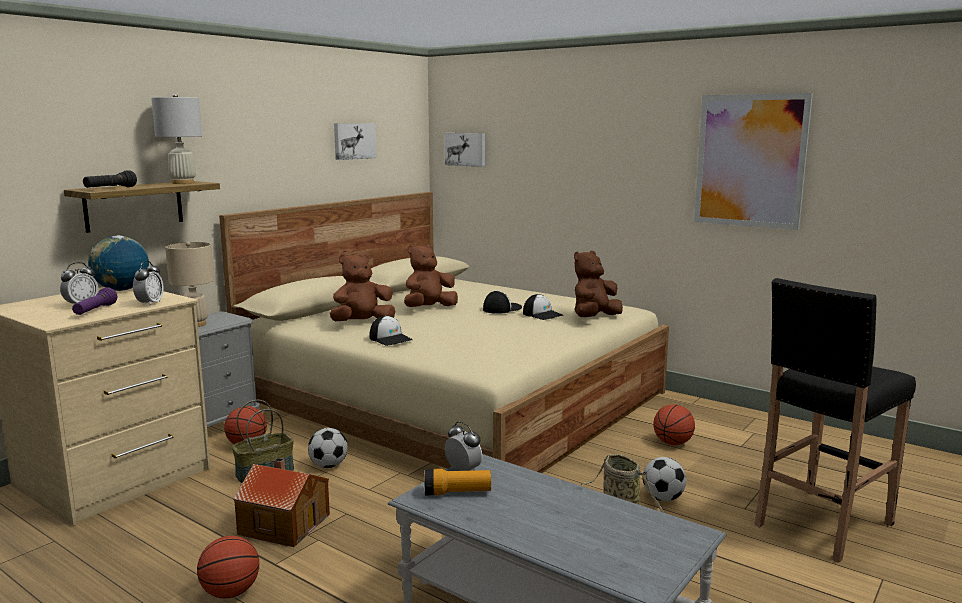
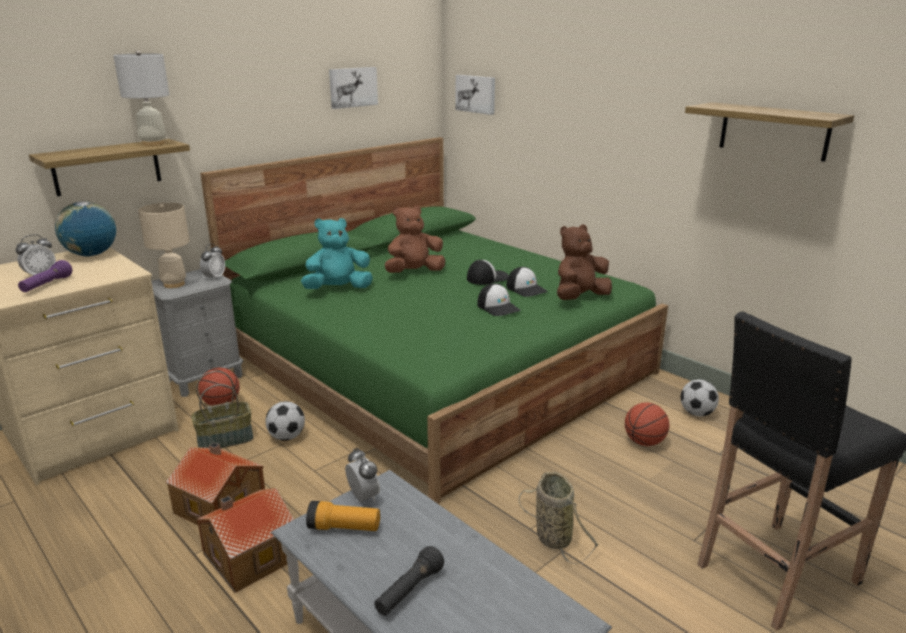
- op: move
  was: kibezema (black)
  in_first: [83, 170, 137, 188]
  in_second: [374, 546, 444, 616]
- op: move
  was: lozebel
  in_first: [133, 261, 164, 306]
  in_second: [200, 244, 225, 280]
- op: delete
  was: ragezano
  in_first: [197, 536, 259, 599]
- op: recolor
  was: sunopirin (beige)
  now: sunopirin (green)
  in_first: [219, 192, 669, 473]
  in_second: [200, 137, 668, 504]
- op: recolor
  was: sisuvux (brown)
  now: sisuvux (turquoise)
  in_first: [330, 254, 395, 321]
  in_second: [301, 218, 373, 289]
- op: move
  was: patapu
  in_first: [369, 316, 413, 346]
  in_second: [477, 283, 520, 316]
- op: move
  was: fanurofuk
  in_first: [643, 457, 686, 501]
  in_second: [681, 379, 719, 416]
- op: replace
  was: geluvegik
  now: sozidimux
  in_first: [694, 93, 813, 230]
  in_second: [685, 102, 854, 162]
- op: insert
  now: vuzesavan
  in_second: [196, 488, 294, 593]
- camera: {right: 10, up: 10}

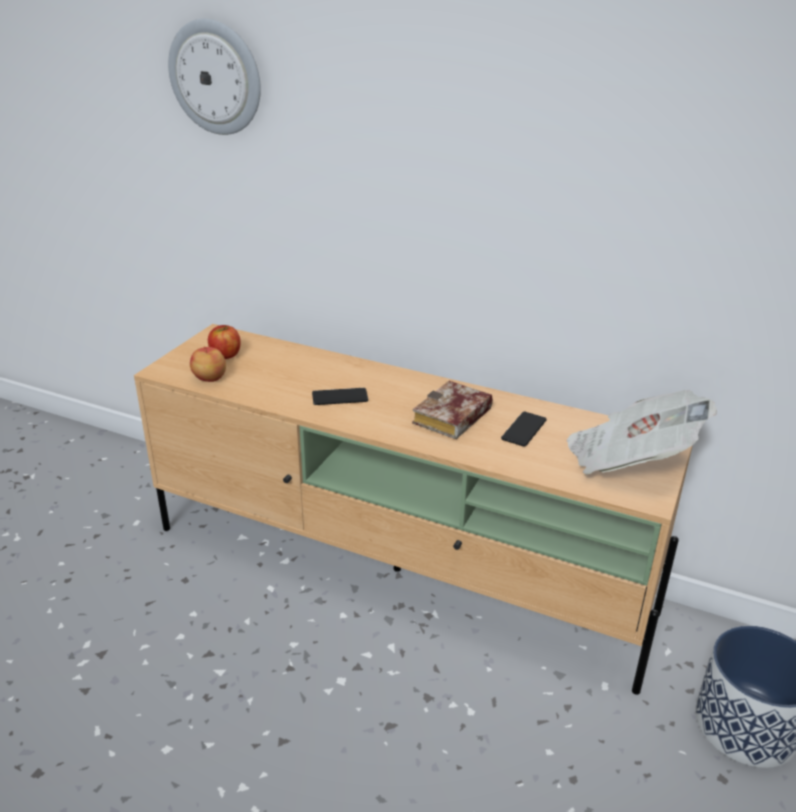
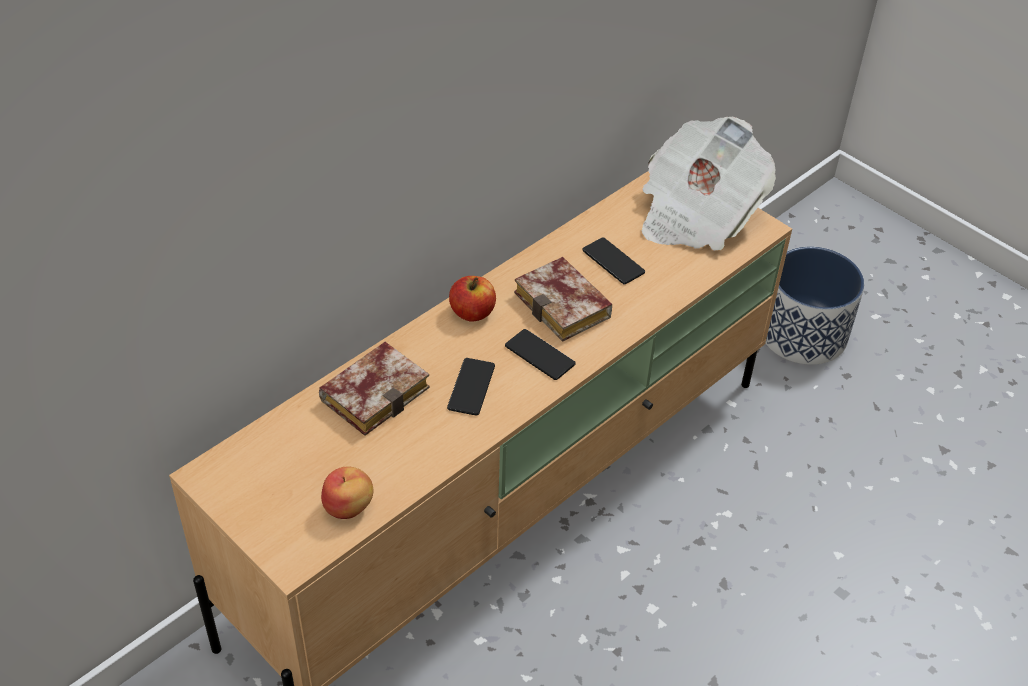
- op: delete
  was: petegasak
  in_first: [168, 18, 261, 135]
- op: move
  was: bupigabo
  in_first: [208, 325, 241, 359]
  in_second: [449, 276, 496, 322]
- op: insert
  now: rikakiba
  in_second: [319, 342, 430, 436]
- op: insert
  now: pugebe
  in_second: [505, 329, 576, 380]
- camera: {right: -70, up: 15}

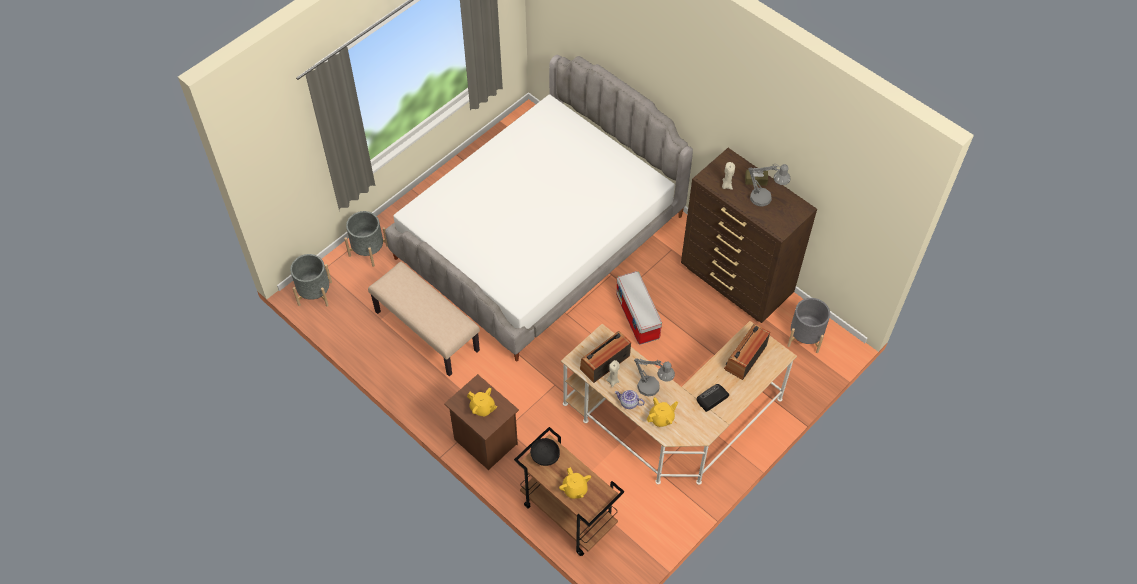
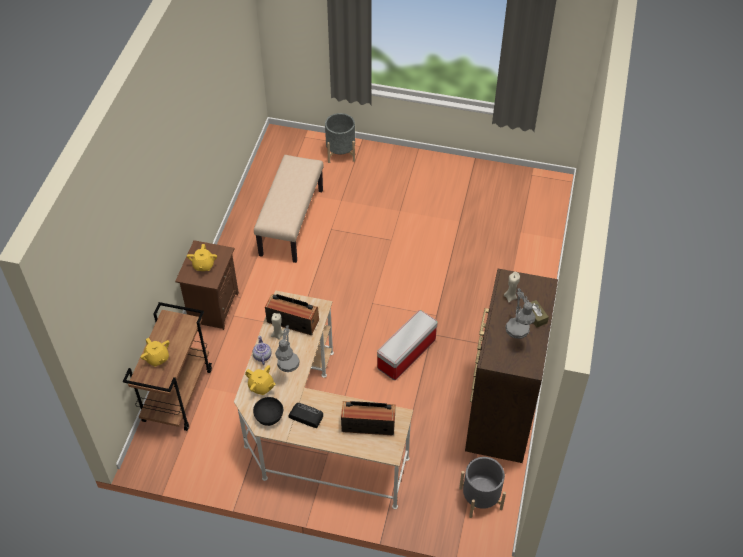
- op: delete
  was: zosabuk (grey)
  in_first: [290, 254, 332, 307]
- op: delete
  was: sunopirin
  in_first: [385, 55, 693, 361]
- op: move
  was: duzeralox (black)
  in_first: [530, 438, 560, 466]
  in_second: [253, 397, 283, 426]
- op: rotate
  was: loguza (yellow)
  in_first: [559, 467, 591, 499]
  in_second: [140, 338, 170, 367]
  clockwise: -75
- camera: {right: 60, up: -5}

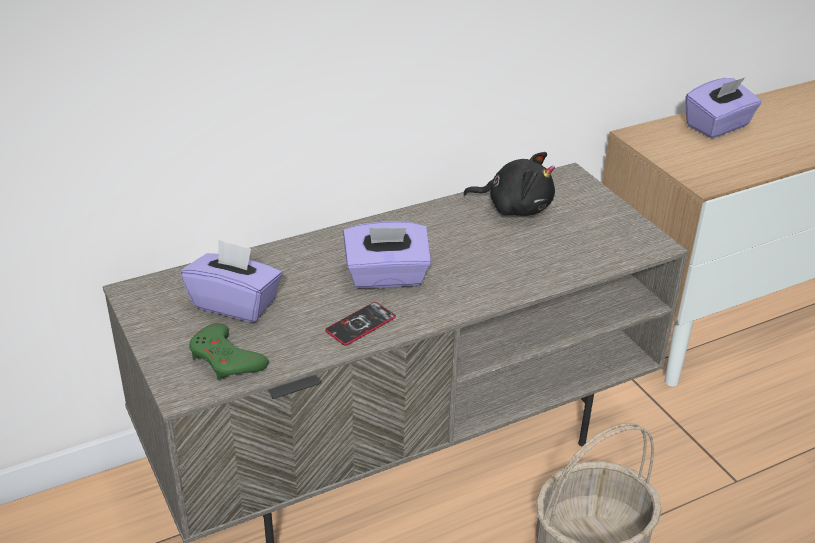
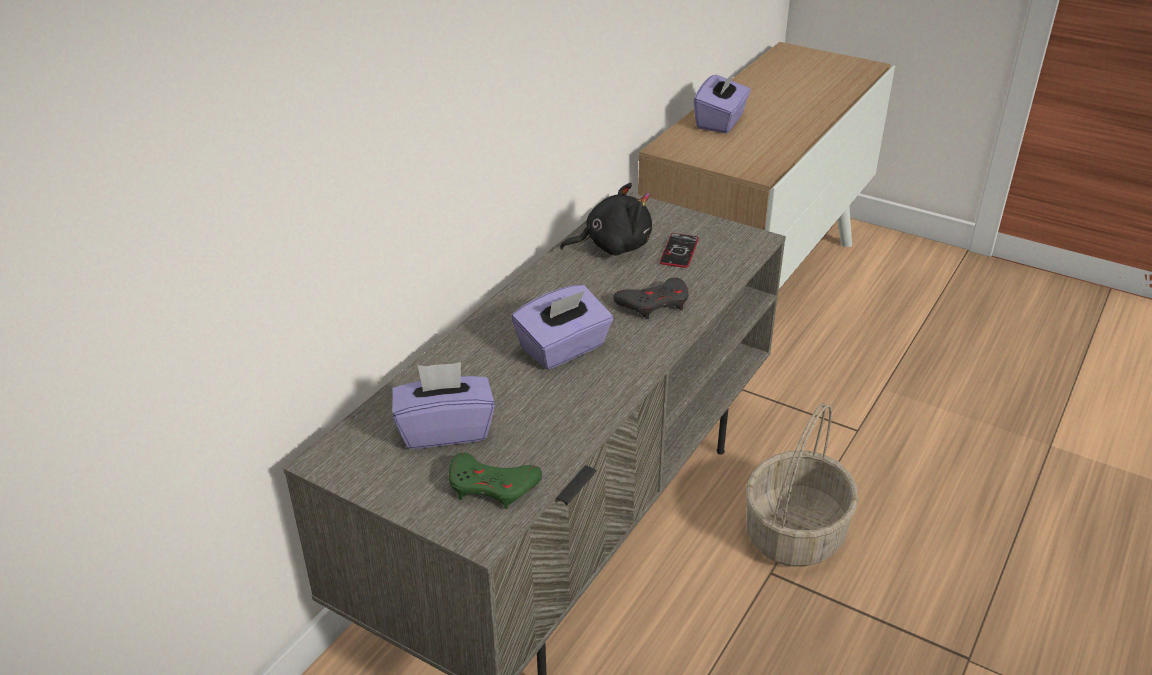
- op: move
  was: pugebe
  in_first: [325, 302, 396, 345]
  in_second: [660, 233, 699, 268]
- op: insert
  now: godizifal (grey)
  in_second: [614, 277, 689, 319]
- camera: {right: -30, up: 0}

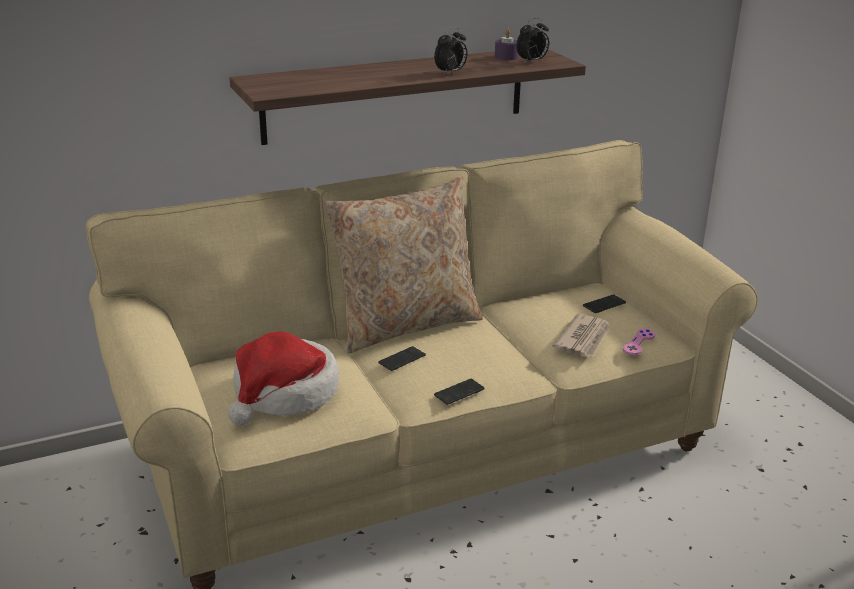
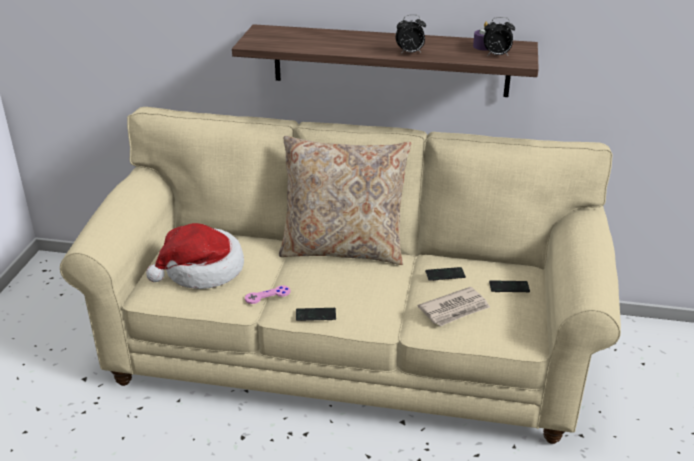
- op: move
  was: pugebe
  in_first: [378, 346, 426, 371]
  in_second: [425, 267, 466, 281]
- op: move
  was: godizifal (pink)
  in_first: [623, 329, 655, 355]
  in_second: [245, 285, 290, 304]
- camera: {right: 35, up: 5}

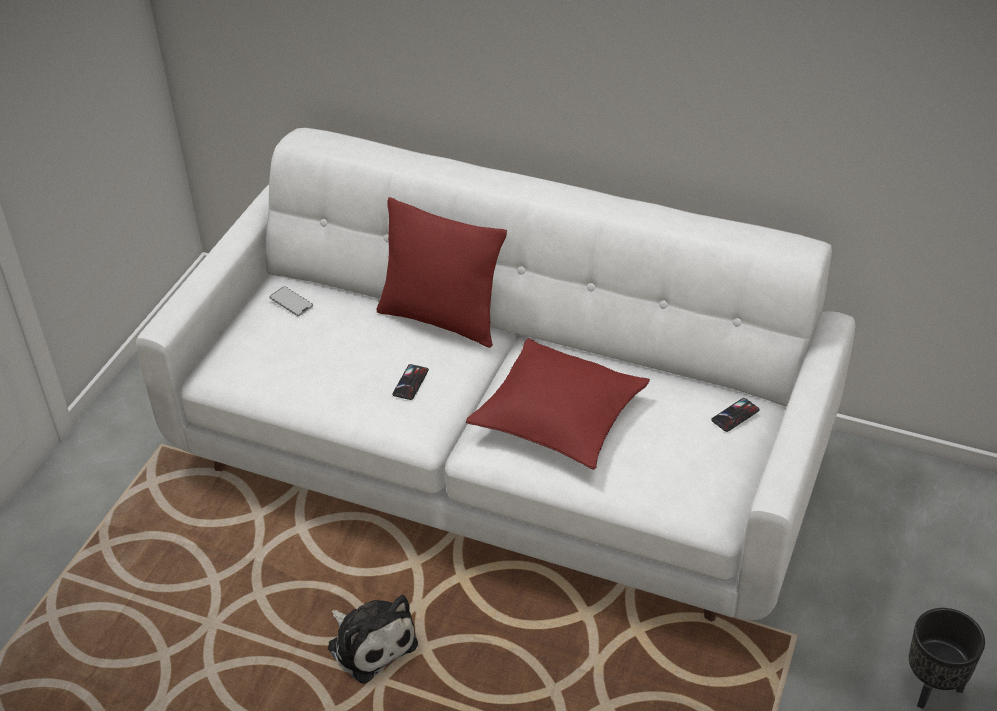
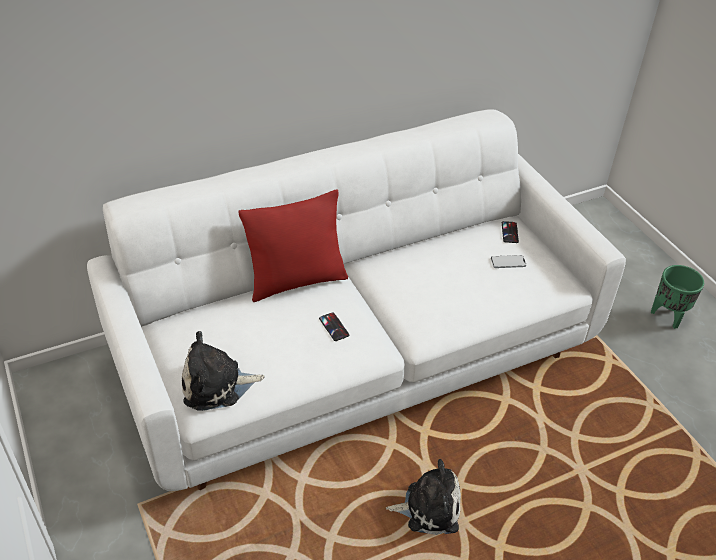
- op: move
  was: pugebe
  in_first: [269, 286, 313, 316]
  in_second: [491, 255, 526, 268]
- op: delete
  was: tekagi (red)
  in_first: [466, 338, 650, 470]
- op: recolor
  was: zosabuk (black)
  now: zosabuk (green)
  in_first: [909, 608, 985, 709]
  in_second: [651, 265, 704, 329]
- op: insert
  now: sisuvux
  in_second: [182, 331, 265, 411]
- camera: {right: -50, up: 0}

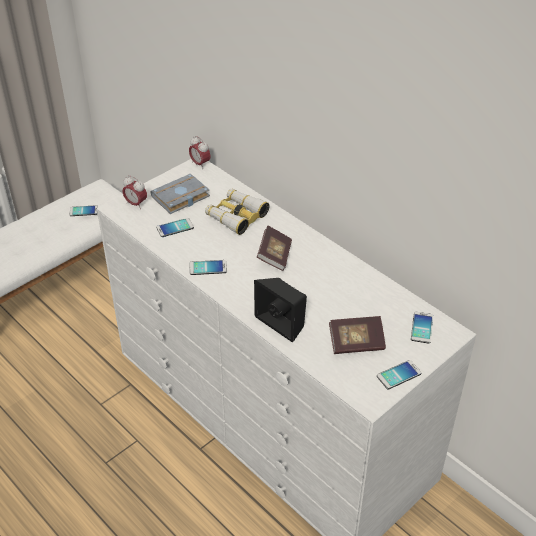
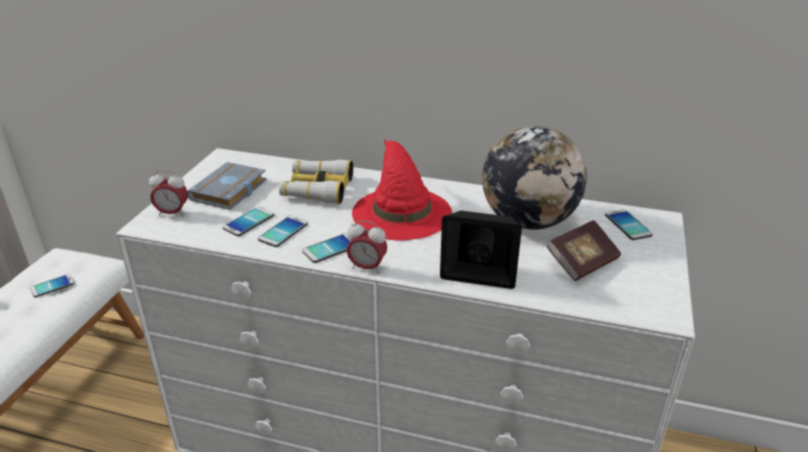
- op: move
  was: lozebel
  in_first: [189, 136, 210, 169]
  in_second: [347, 220, 387, 274]
- op: replace
  was: rikakiba
  now: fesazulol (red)
  in_first: [257, 225, 292, 271]
  in_second: [352, 139, 452, 241]
- op: move
  was: pugebe
  in_first: [377, 360, 421, 389]
  in_second: [258, 215, 308, 247]
- op: insert
  now: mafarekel
  in_second: [482, 126, 587, 230]
- camera: {right: -30, up: -10}

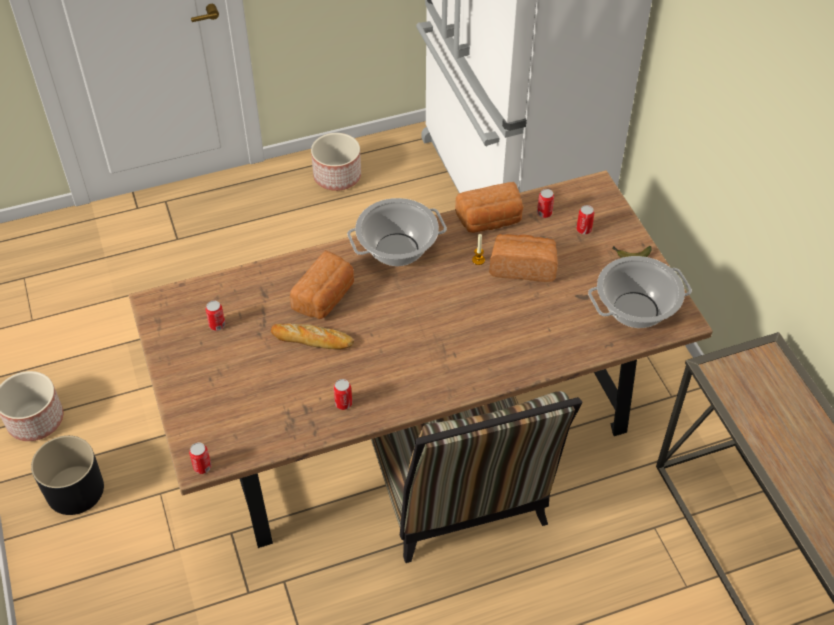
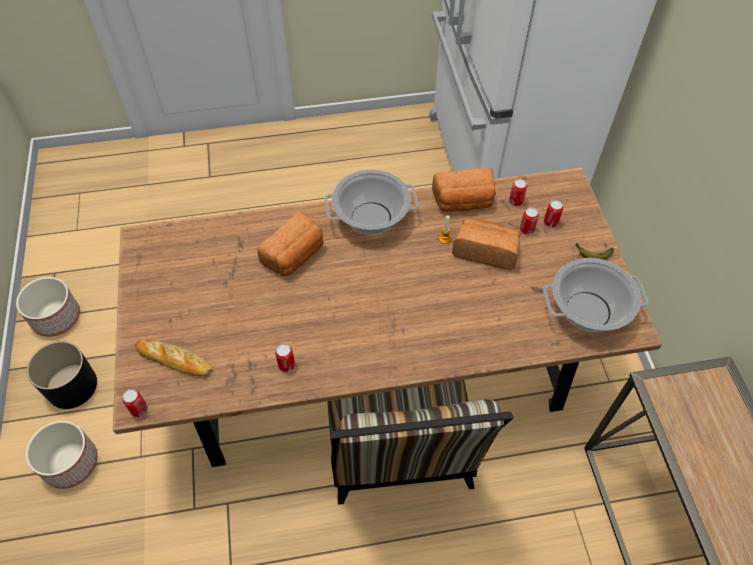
- op: move
  was: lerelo
  in_first: [206, 301, 225, 331]
  in_second: [520, 207, 539, 235]
- op: move
  was: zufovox
  in_first: [271, 323, 354, 349]
  in_second: [135, 339, 212, 376]
- op: move
  was: zosabuk
  in_first: [311, 133, 361, 191]
  in_second: [26, 421, 98, 489]
- camera: {right: 10, up: 5}

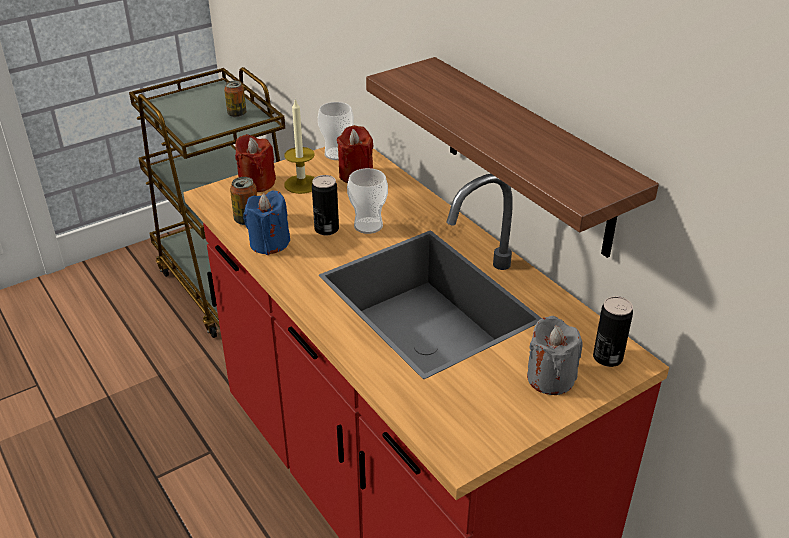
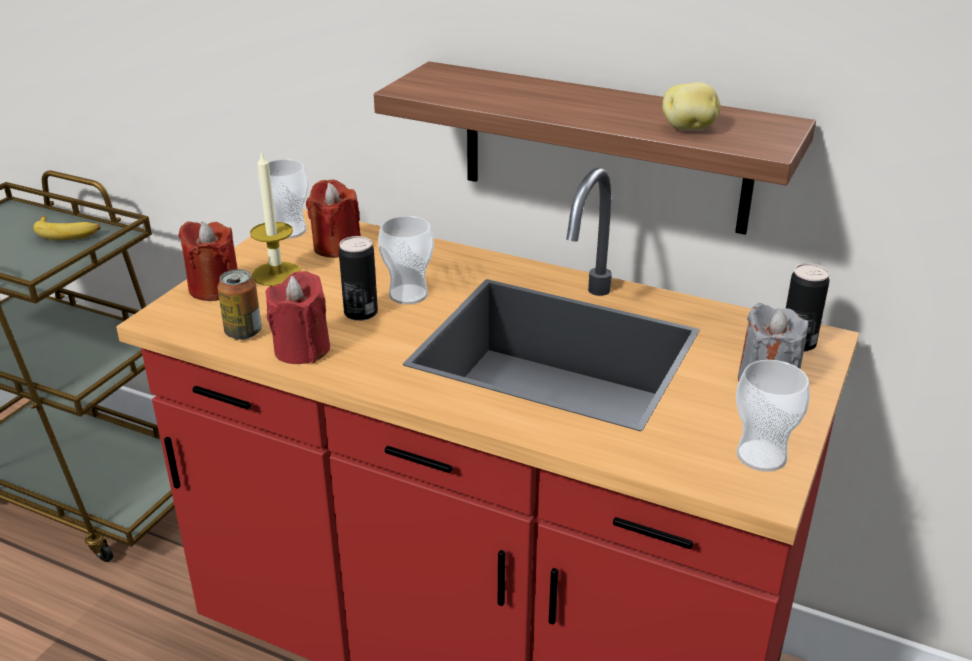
- op: replace
  was: lerelo
  now: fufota
  in_first: [224, 81, 246, 118]
  in_second: [33, 216, 101, 240]
- op: recolor
  was: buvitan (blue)
  now: buvitan (red)
  in_first: [243, 190, 290, 255]
  in_second: [265, 271, 330, 364]
- op: insert
  now: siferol
  in_second: [662, 82, 721, 130]
- op: insert
  now: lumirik
  in_second: [736, 360, 810, 472]
- camera: {right: -30, up: -5}

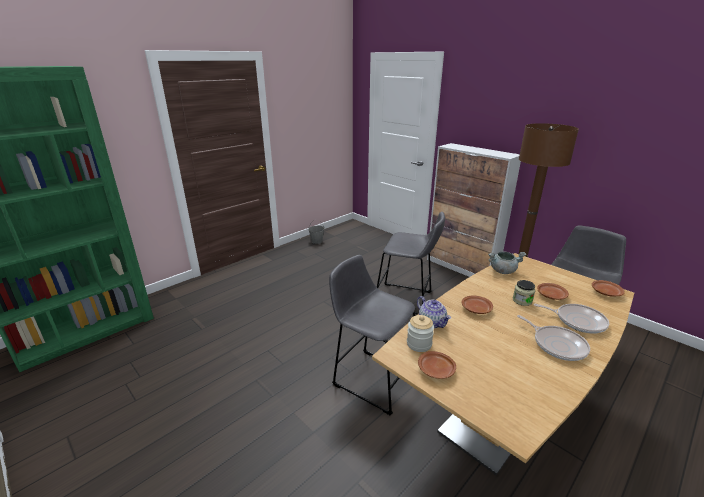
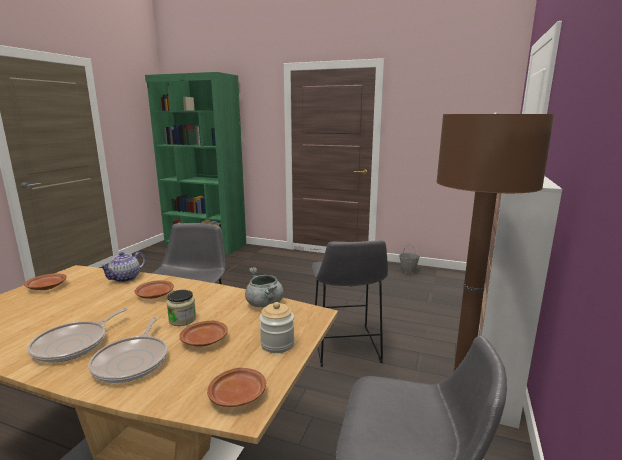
- op: move
  was: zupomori
  in_first: [407, 315, 434, 352]
  in_second: [259, 302, 295, 353]
- camera: {right: 65, up: -10}

